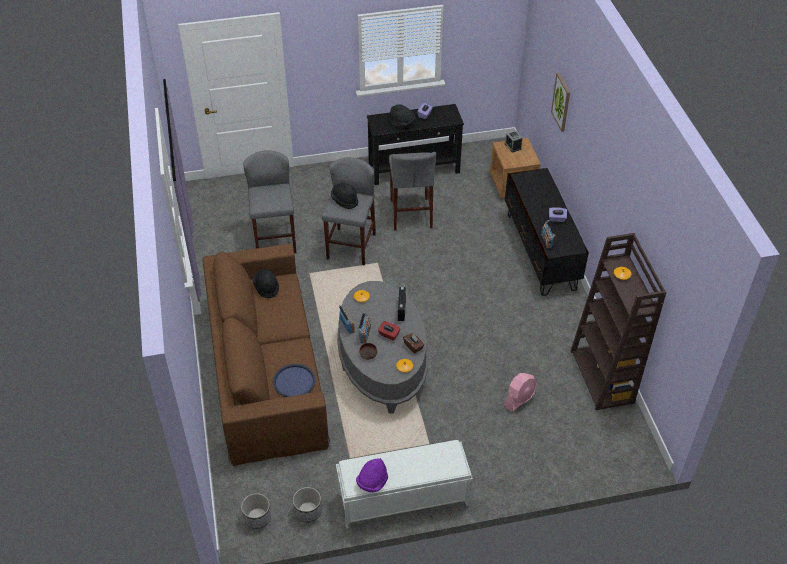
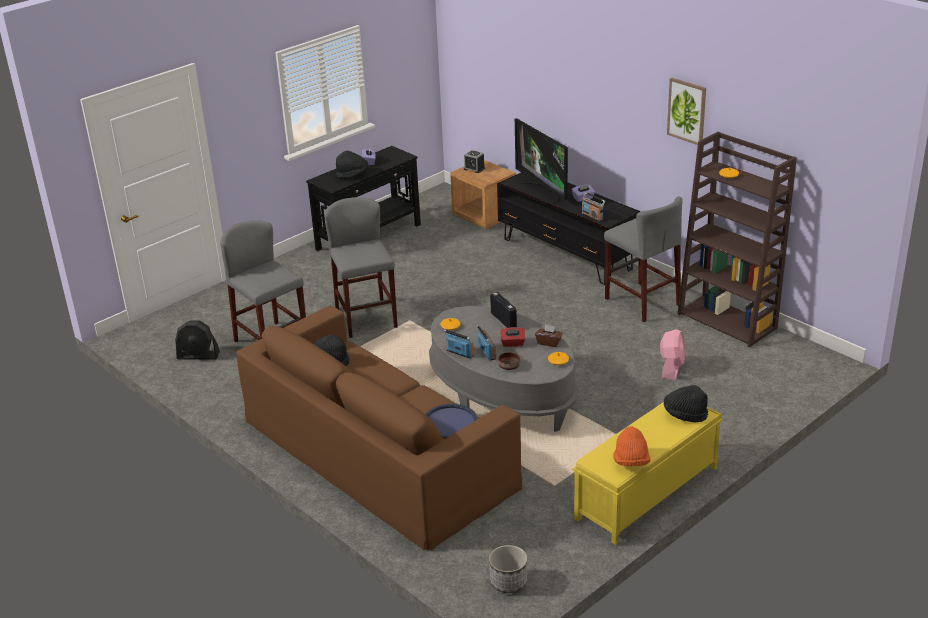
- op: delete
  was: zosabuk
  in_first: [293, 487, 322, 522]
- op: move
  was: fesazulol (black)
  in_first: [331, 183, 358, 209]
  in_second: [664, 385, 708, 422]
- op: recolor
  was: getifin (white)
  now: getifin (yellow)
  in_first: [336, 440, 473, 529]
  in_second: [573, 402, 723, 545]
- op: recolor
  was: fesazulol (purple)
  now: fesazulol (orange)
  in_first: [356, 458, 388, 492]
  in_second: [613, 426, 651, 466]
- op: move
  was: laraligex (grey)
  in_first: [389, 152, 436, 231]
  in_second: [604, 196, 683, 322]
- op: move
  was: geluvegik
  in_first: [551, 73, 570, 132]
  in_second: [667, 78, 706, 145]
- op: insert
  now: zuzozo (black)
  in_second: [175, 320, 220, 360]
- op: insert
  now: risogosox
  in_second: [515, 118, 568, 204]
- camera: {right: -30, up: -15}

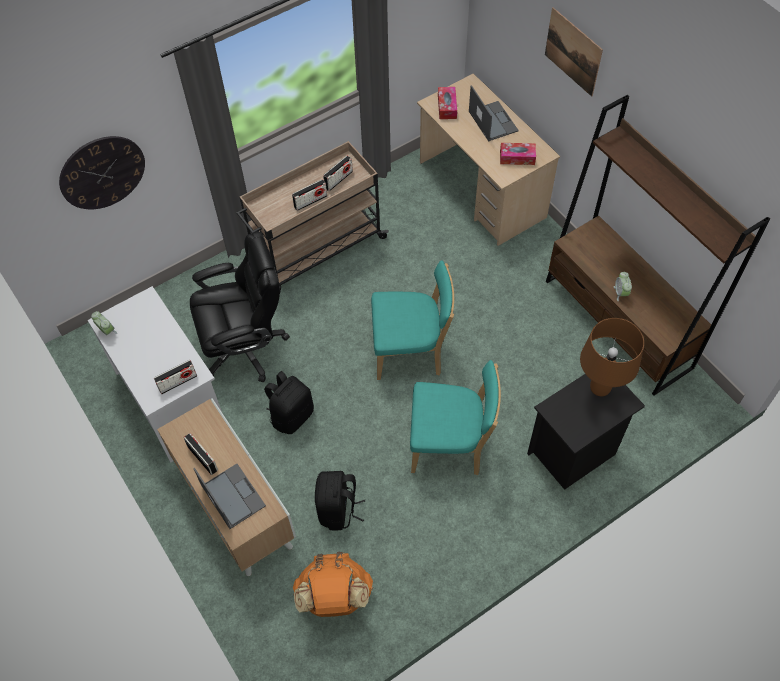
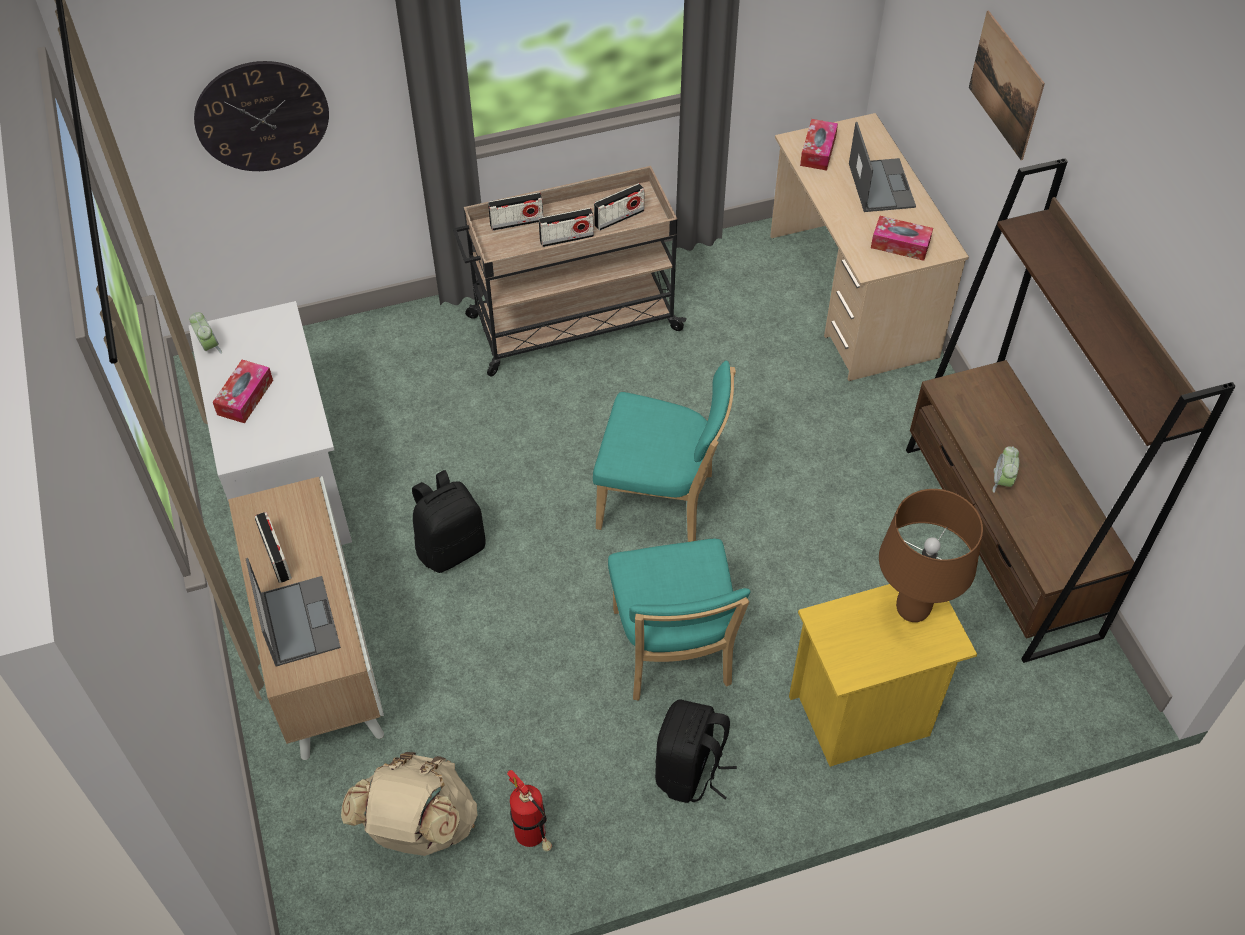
- op: move
  was: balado
  in_first: [154, 360, 197, 394]
  in_second: [488, 192, 544, 231]
- op: delete
  was: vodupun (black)
  in_first: [190, 231, 290, 382]
- op: recolor
  was: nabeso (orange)
  now: nabeso (beige)
  in_first: [293, 552, 373, 617]
  in_second: [341, 752, 478, 856]
- op: move
  was: nabeso (black)
  in_first: [315, 471, 365, 531]
  in_second: [655, 699, 737, 803]
- op: rotate
  was: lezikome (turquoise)
  in_first: [410, 360, 501, 475]
  in_second: [608, 539, 751, 701]
  clockwise: 60
- op: recolor
  was: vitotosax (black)
  now: vitotosax (yellow)
  in_first: [527, 374, 645, 490]
  in_second: [789, 584, 977, 767]
- op: insert
  now: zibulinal
  in_second: [213, 360, 273, 423]
- op: insert
  now: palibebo
  in_second: [507, 770, 552, 851]
- camera: {right: 15, up: -5}

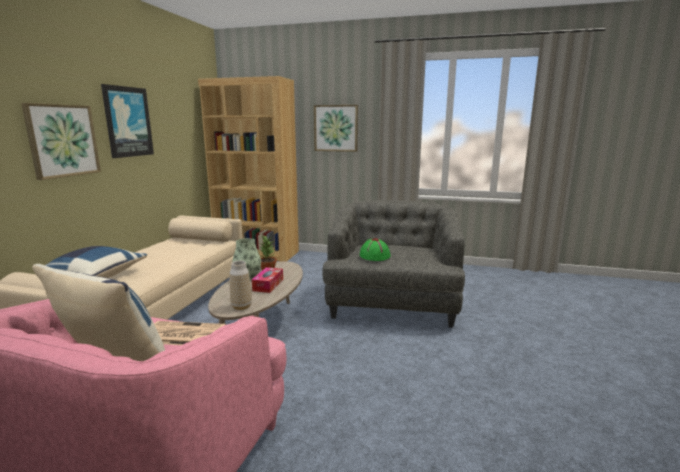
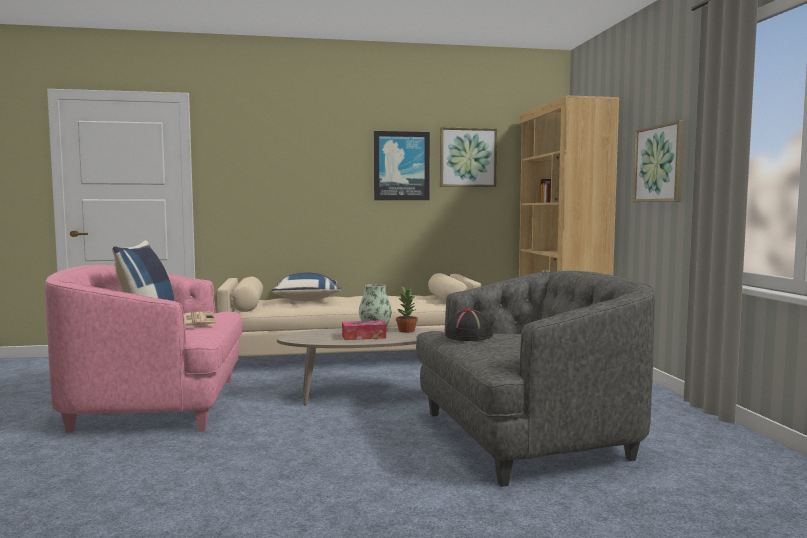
- op: move
  was: geluvegik
  in_first: [21, 103, 101, 180]
  in_second: [440, 127, 497, 187]
- op: delete
  was: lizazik
  in_first: [230, 261, 252, 310]
- op: recolor
  was: fesazulol (green)
  now: fesazulol (black)
  in_first: [359, 238, 391, 261]
  in_second: [445, 308, 493, 341]
- camera: {right: 65, up: -10}

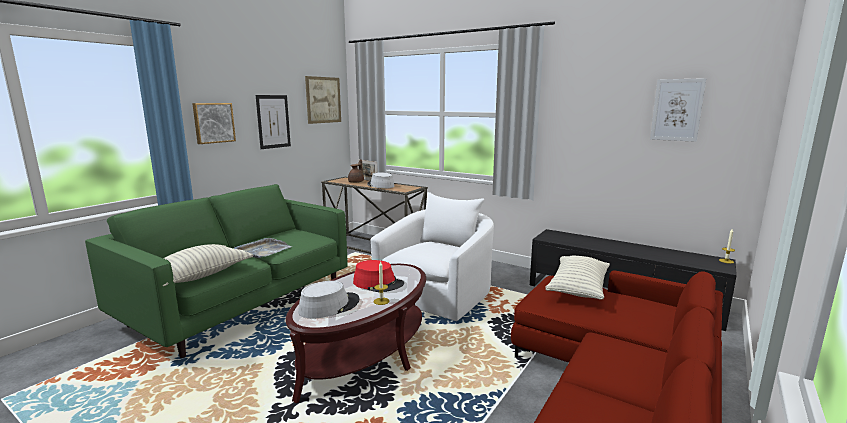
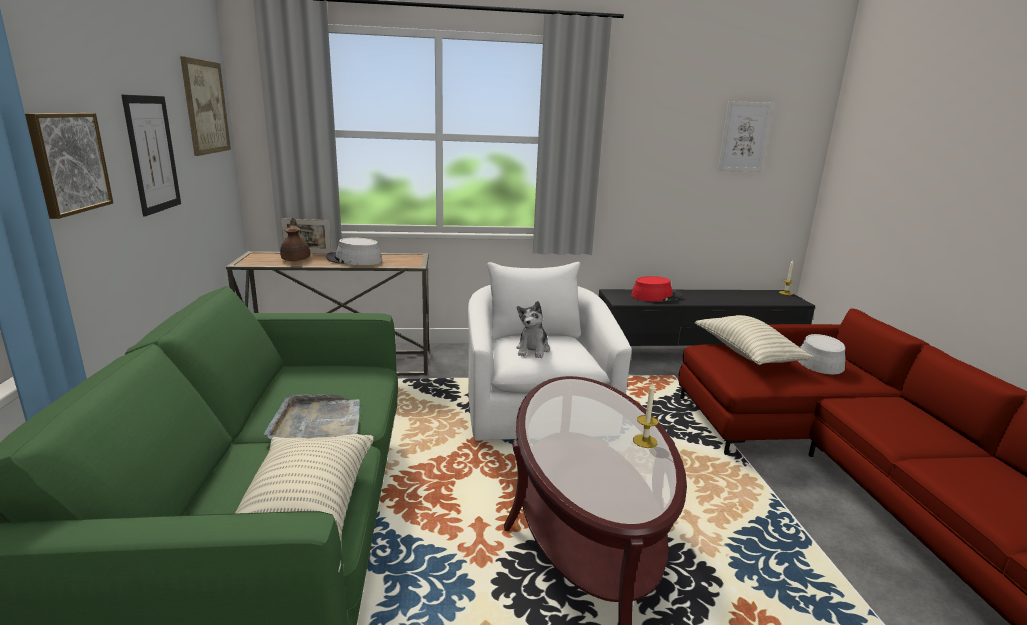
- op: move
  was: fesazulol (grey)
  in_first: [298, 281, 360, 319]
  in_second: [798, 334, 846, 374]
- op: move
  was: fesazulol (red)
  in_first: [353, 260, 404, 292]
  in_second: [631, 276, 682, 301]
- op: insert
  now: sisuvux
  in_second: [517, 301, 550, 358]
- camera: {right: -40, up: 5}

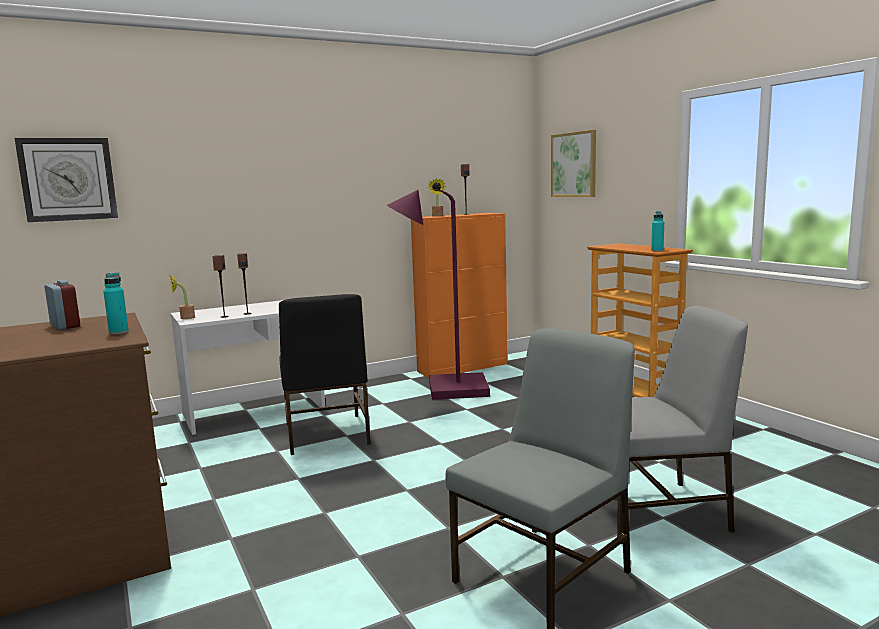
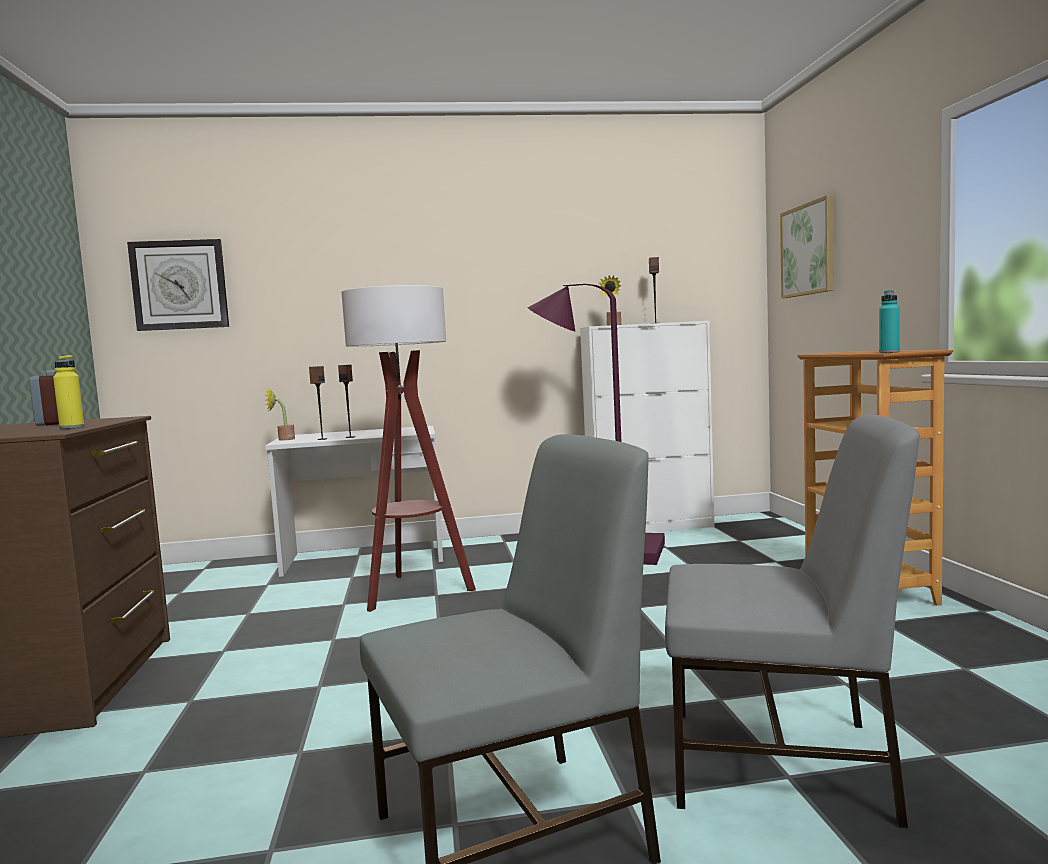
- op: recolor
  was: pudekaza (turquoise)
  now: pudekaza (yellow)
  in_first: [103, 272, 129, 334]
  in_second: [53, 355, 84, 429]
- op: replace
  was: lezikome (black)
  now: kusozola
  in_first: [279, 294, 371, 455]
  in_second: [341, 285, 476, 612]
- op: recolor
  was: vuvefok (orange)
  now: vuvefok (white)
  in_first: [411, 213, 508, 378]
  in_second: [580, 321, 714, 533]
- camera: {right: 20, up: -5}

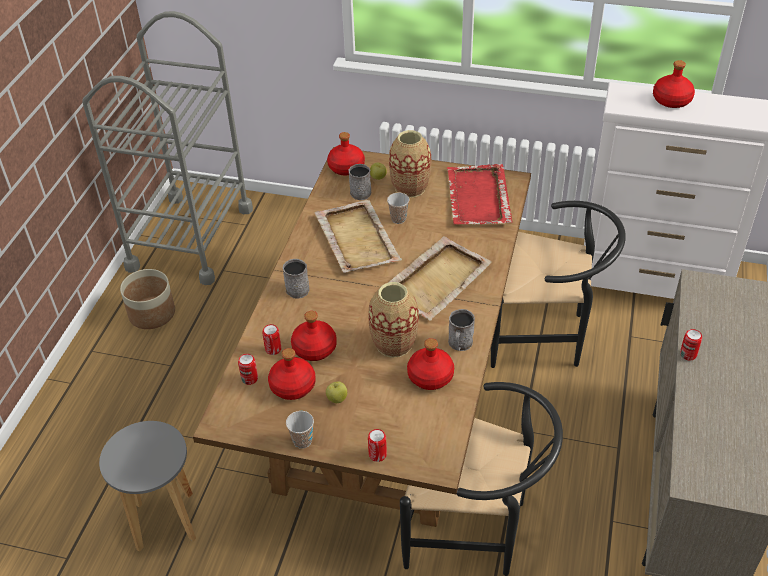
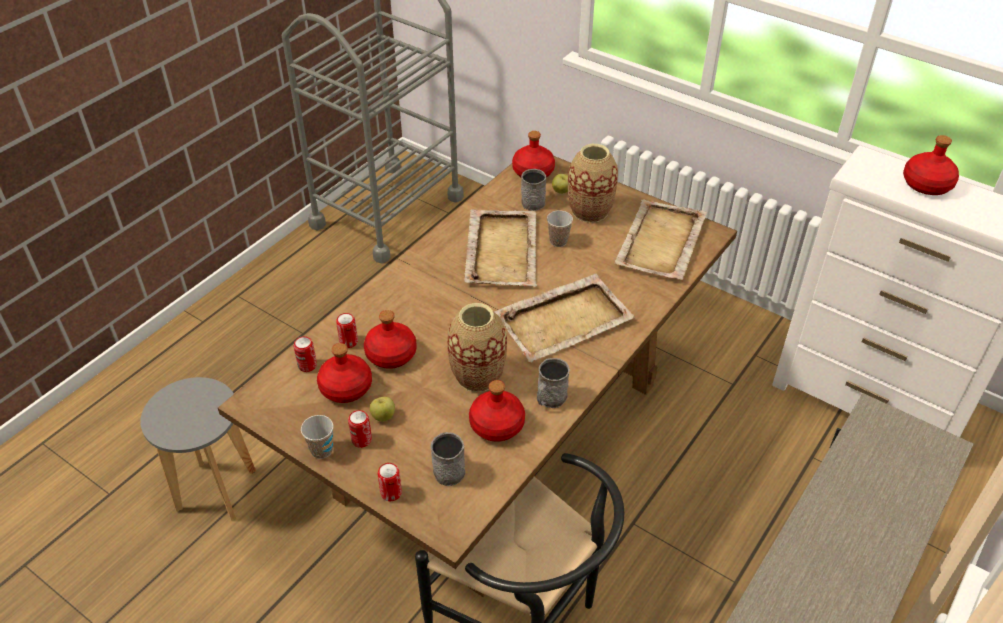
- op: delete
  was: zosabuk
  in_first: [120, 269, 175, 329]
- op: move
  was: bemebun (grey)
  in_first: [283, 259, 309, 298]
  in_second: [431, 432, 466, 486]
- op: recolor
  was: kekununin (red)
  now: kekununin (beige)
  in_first: [447, 164, 512, 225]
  in_second: [614, 199, 707, 280]
- op: delete
  was: lezikome (black)
  in_first: [491, 201, 626, 368]
- op: move
  was: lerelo
  in_first: [680, 329, 702, 361]
  in_second: [348, 410, 372, 448]
- camera: {right: 20, up: 0}

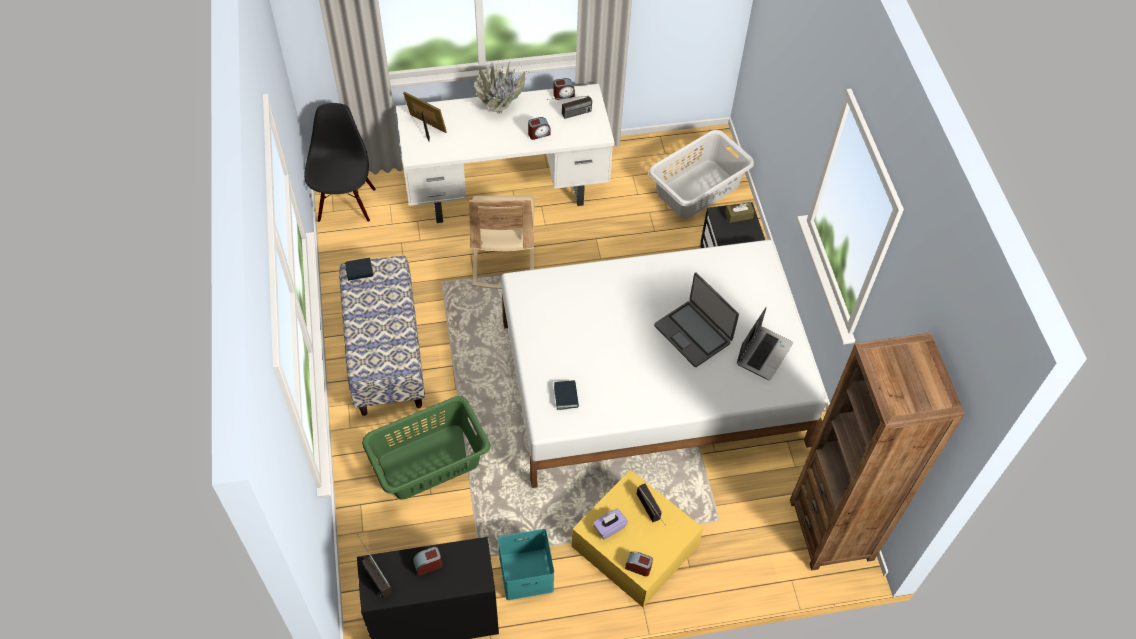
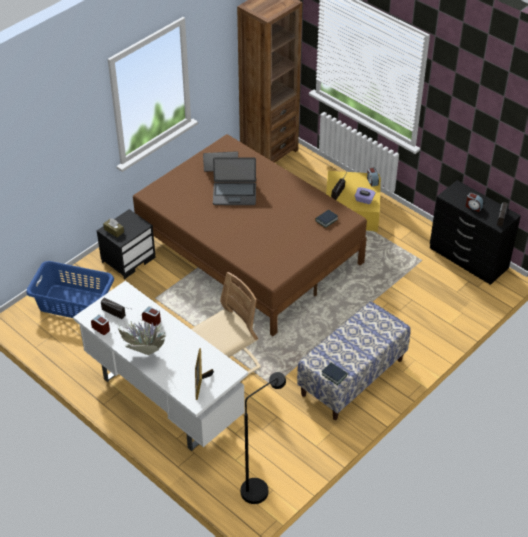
- op: replace
  was: lezikome (black)
  now: kusozola (black)
  in_first: [304, 103, 376, 222]
  in_second: [240, 372, 286, 504]
- op: delete
  was: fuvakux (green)
  in_first: [362, 396, 490, 500]
- op: delete
  was: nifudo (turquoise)
  in_first: [498, 529, 554, 600]
- op: recolor
  was: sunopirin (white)
  now: sunopirin (brown)
  in_first: [501, 240, 827, 488]
  in_second: [133, 134, 367, 336]
- op: recolor
  was: fuvakux (grey)
  now: fuvakux (blue)
  in_first: [648, 130, 754, 219]
  in_second: [26, 261, 114, 318]
- op: rotate
  was: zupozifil
  in_first: [654, 273, 739, 367]
  in_second: [213, 157, 256, 205]
  clockwise: 75
- camera: {right: -125, up: -10}

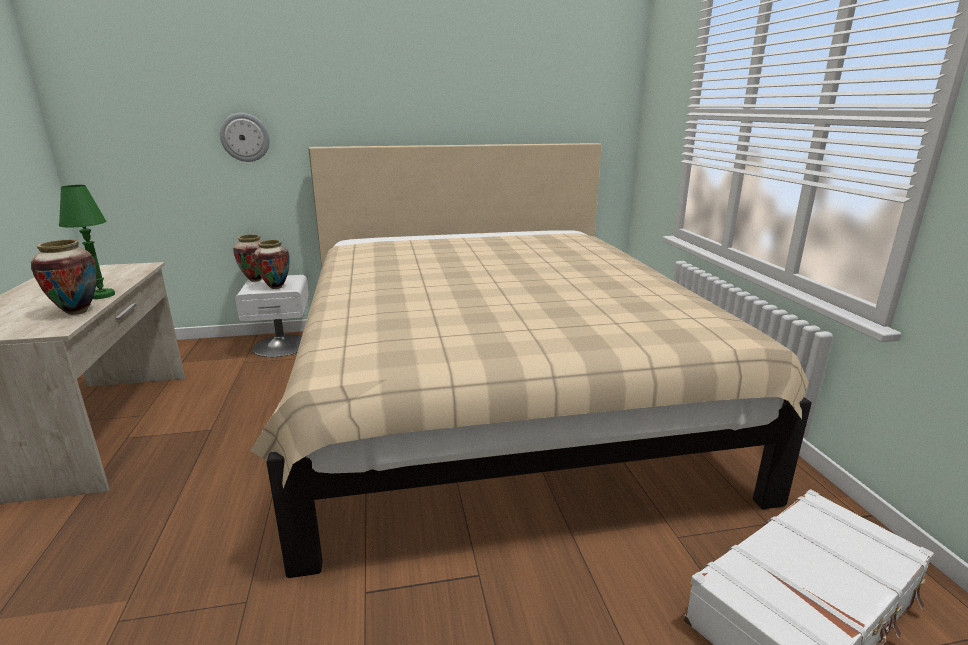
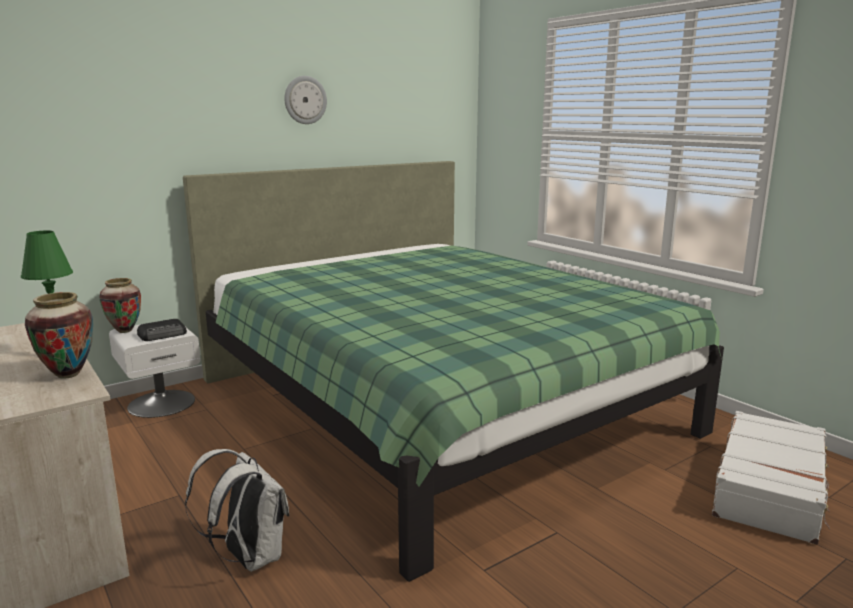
- op: move
  was: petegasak
  in_first: [220, 113, 270, 162]
  in_second: [284, 76, 327, 124]
- op: recolor
  was: sunopirin (beige)
  now: sunopirin (green)
  in_first: [250, 143, 812, 578]
  in_second: [183, 161, 724, 582]
- op: replace
  was: lizazik
  now: balado
  in_first: [254, 240, 290, 289]
  in_second: [137, 319, 187, 341]
- op: insert
  now: nabeso (white)
  in_second: [185, 449, 290, 572]
- camera: {right: -25, up: -5}

